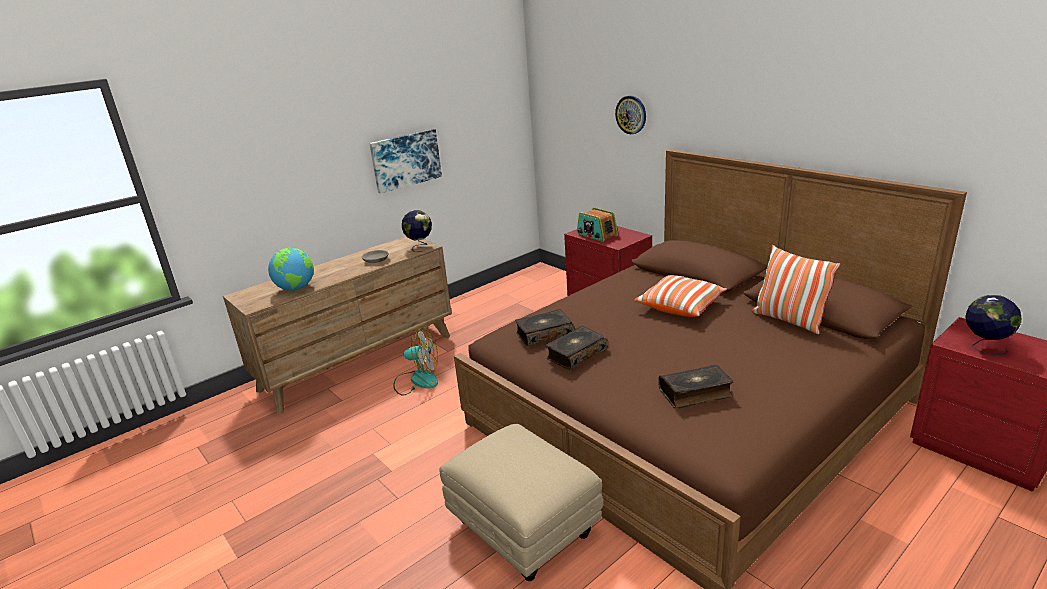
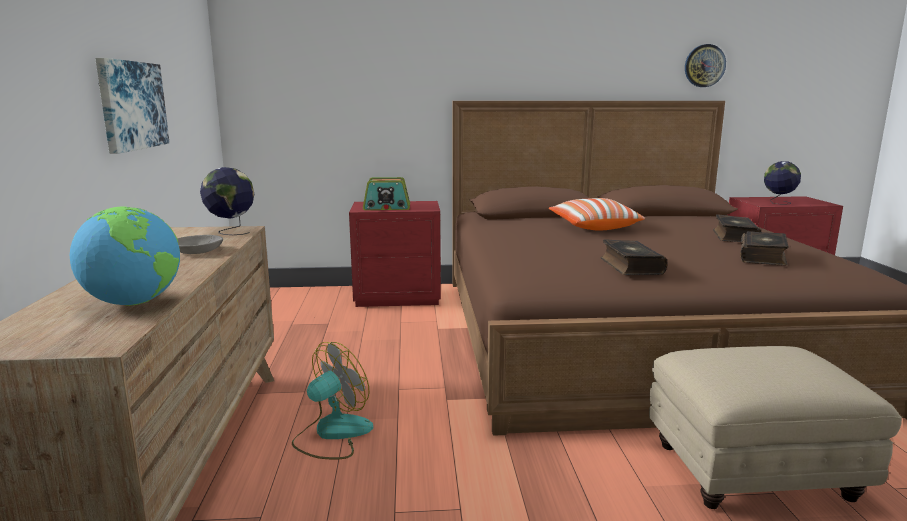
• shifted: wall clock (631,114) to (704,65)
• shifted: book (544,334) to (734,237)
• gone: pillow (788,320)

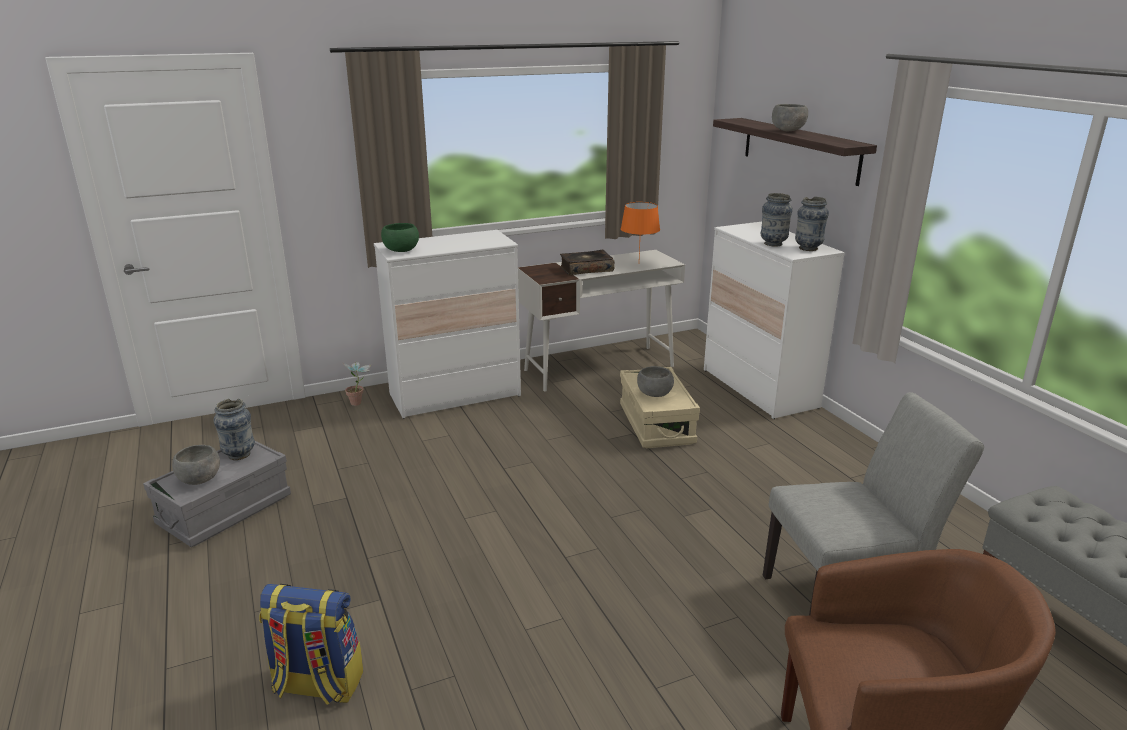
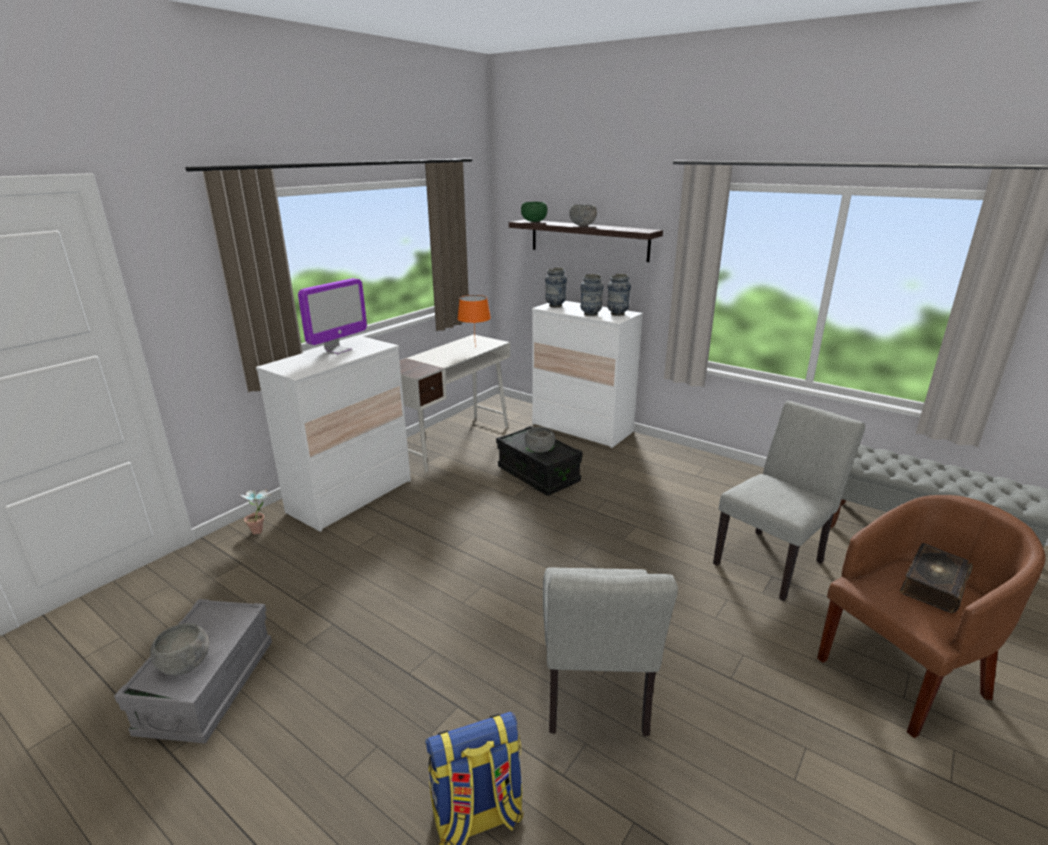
• new: monitor (338,350)
• repainted: storage box/beige (656,424) to storage box/black (538,475)
• shifted: bowl/green (401,251) to (534,221)
• new: chair/grey (595,697)
• shifted: vase (239,454) to (555,305)
• shifted: book (586,269) to (932,585)

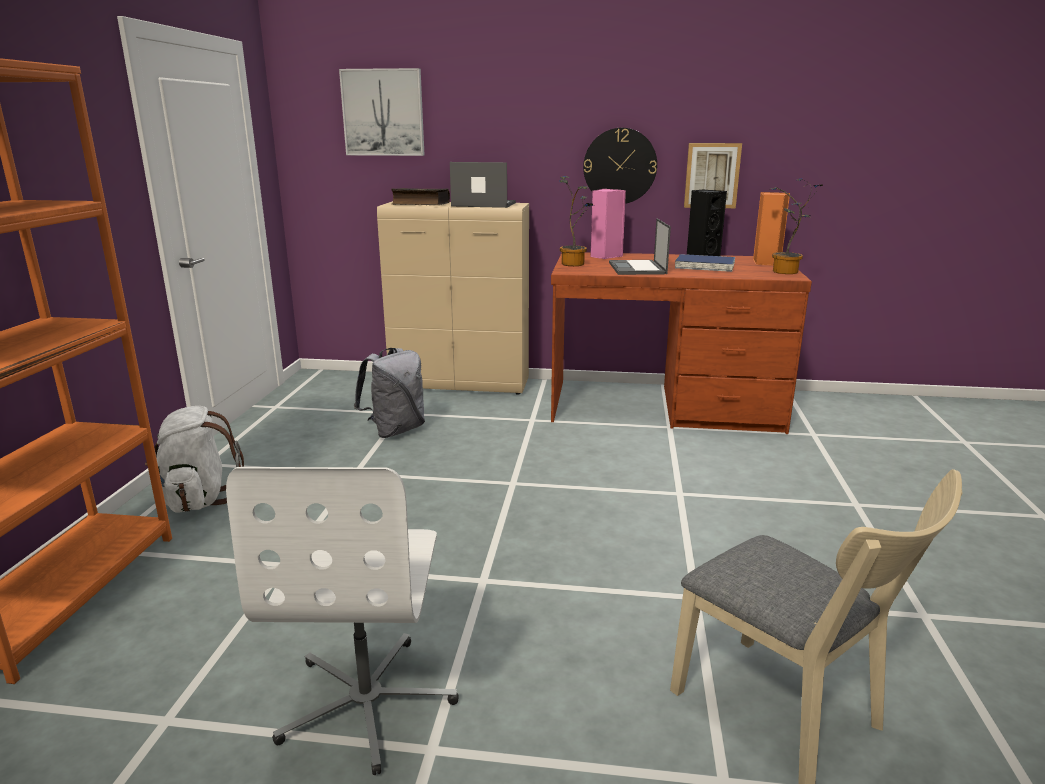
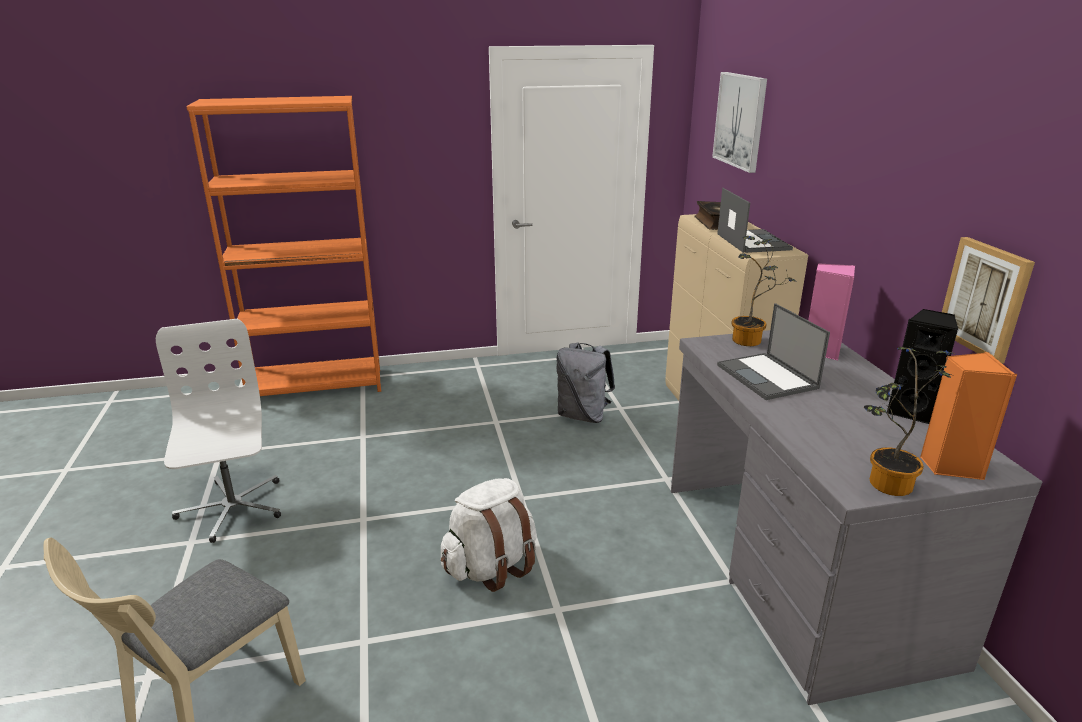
• rotated: office chair/white (368,701) = (232,508) 90 degrees clockwise
• shifted: backpack/white (198,499) to (491,567)
• repainted: desk/brown (664,406) to desk/grey (796,568)
• rotated: laptop (637,268) = (768,377) 90 degrees counterclockwise
• gone: wall clock (620,166)
• gone: book/blue (704,266)

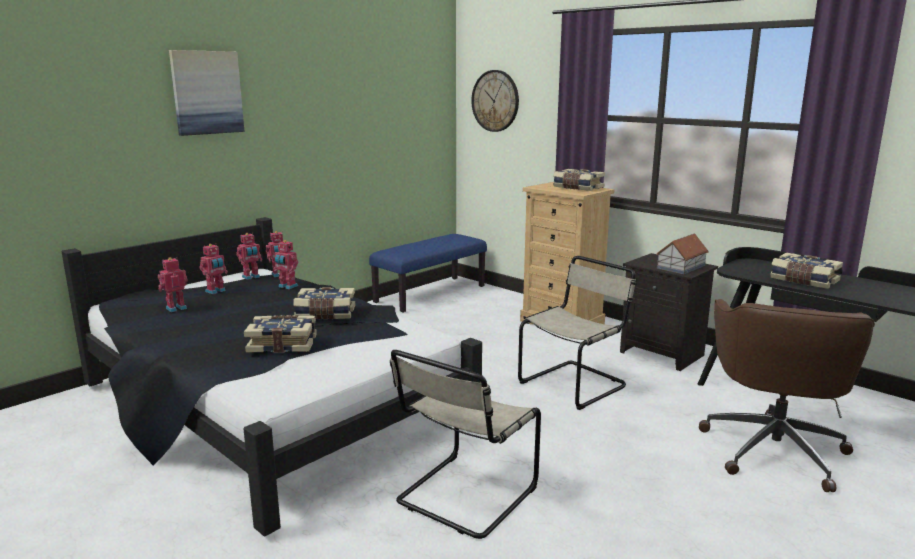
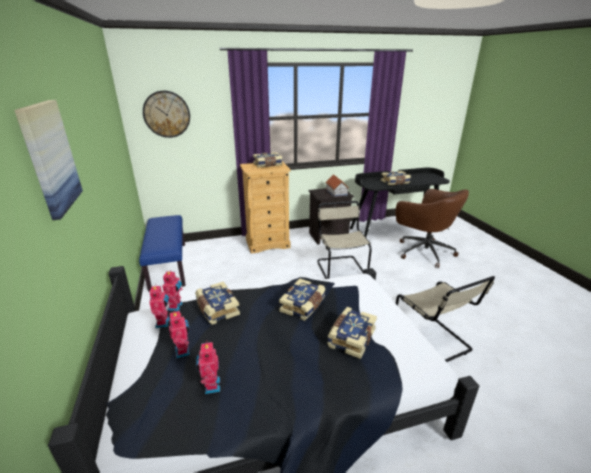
• swapped: toy robot (287,286) to book (217,309)

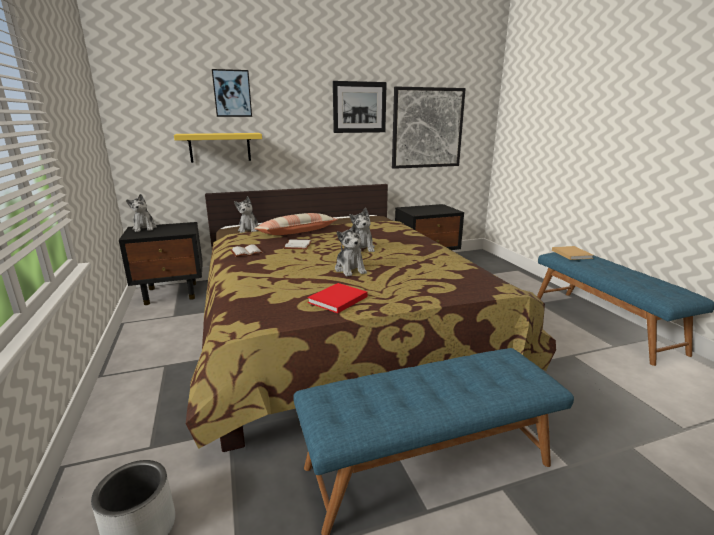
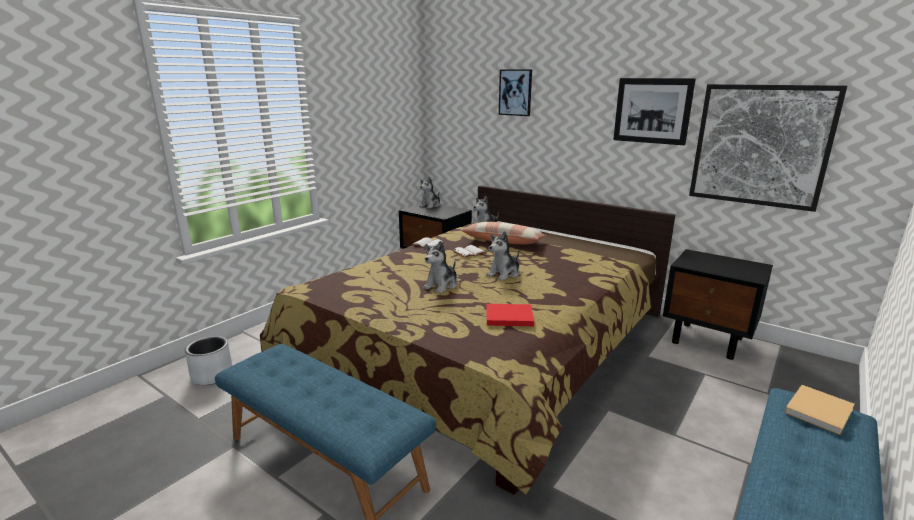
• shifted: book/red (336,300) to (507,317)
• gone: shelf/yellow (220,147)

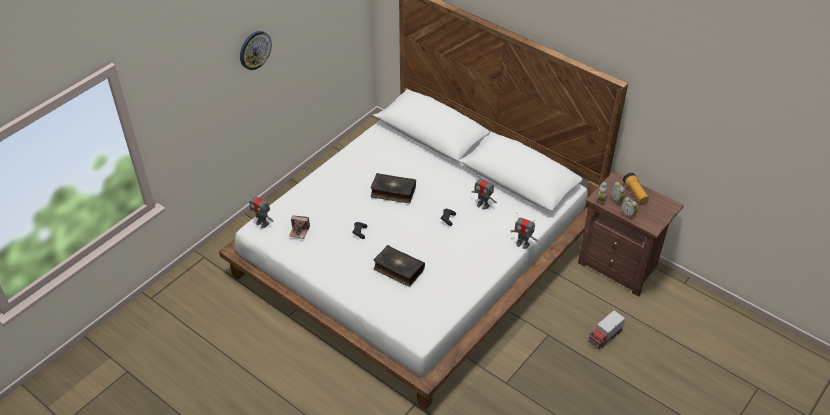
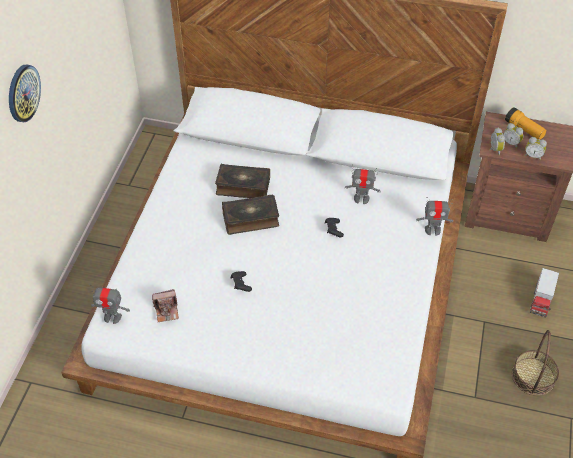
• shifted: book (398,269) to (243,186)
• new: basket (533,376)

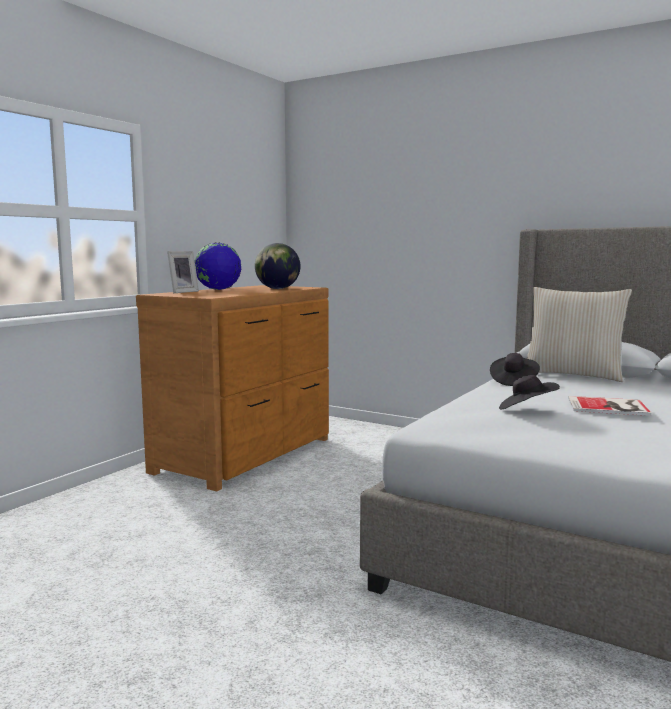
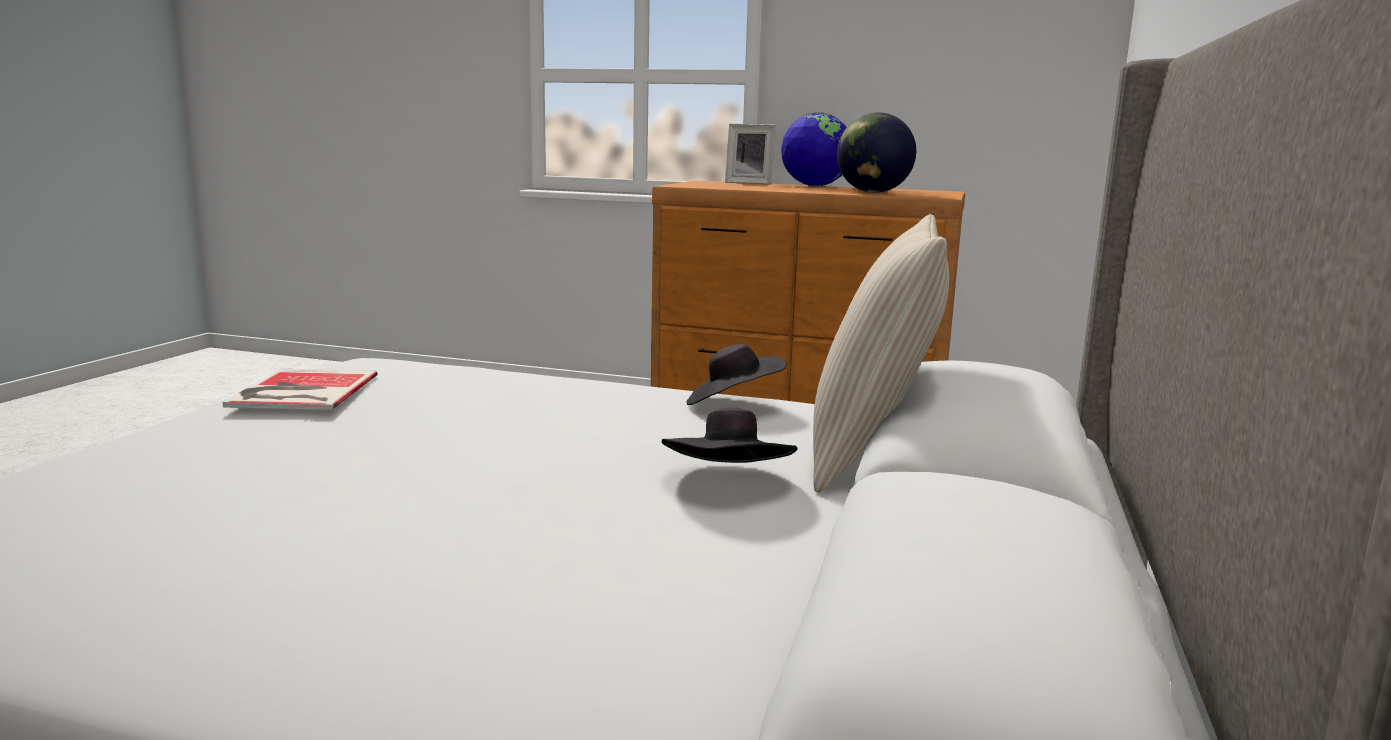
• shifted: book (609,407) to (300,391)
• shifted: hat/black (526,410) to (729,483)

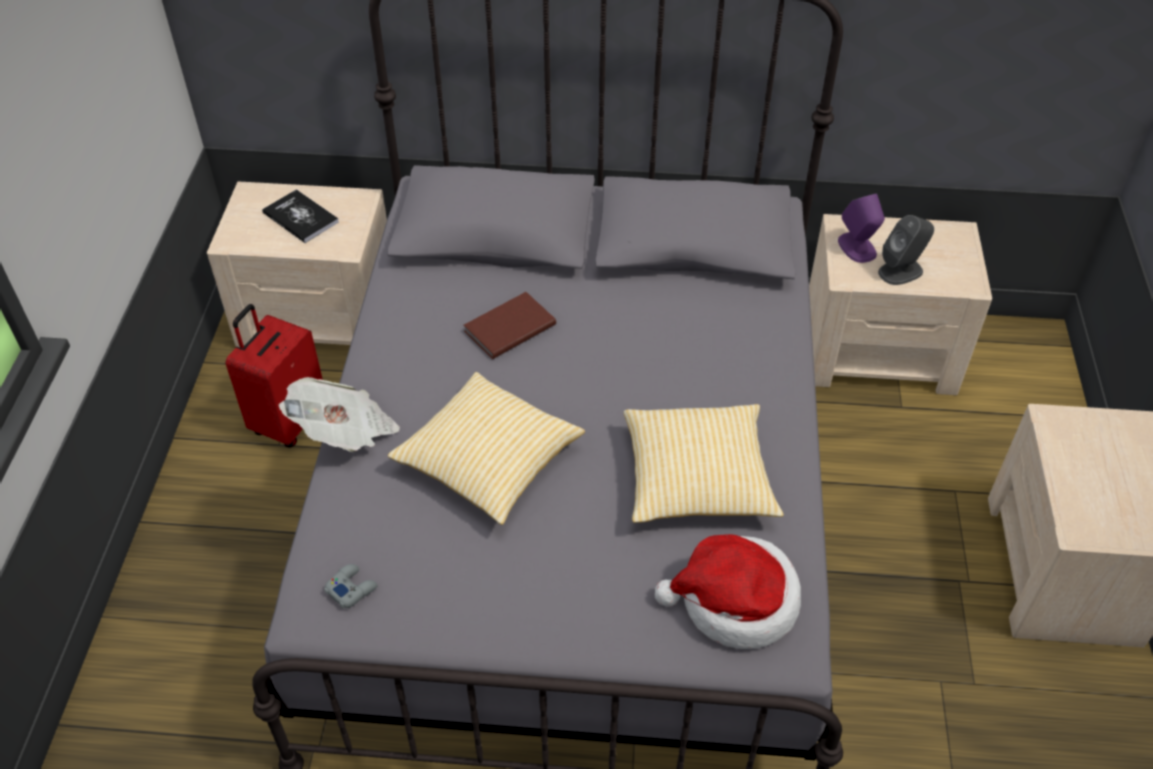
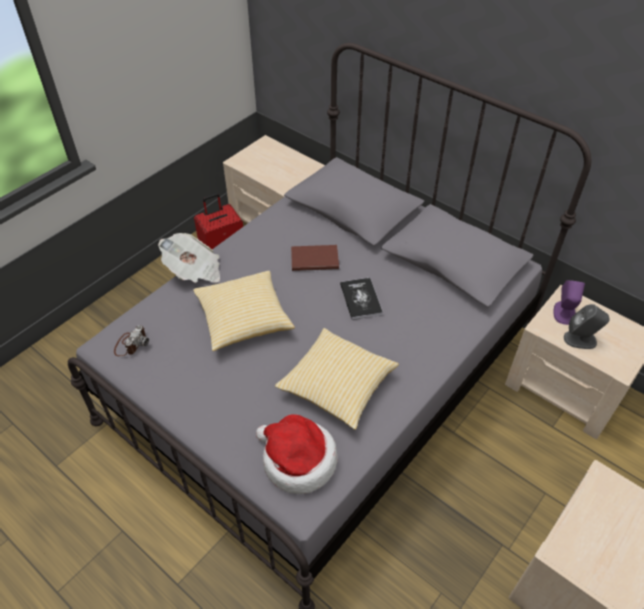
• swapped: game controller/grey (351,588) to photo camera (131,344)
• shifted: book (300,217) to (360,299)

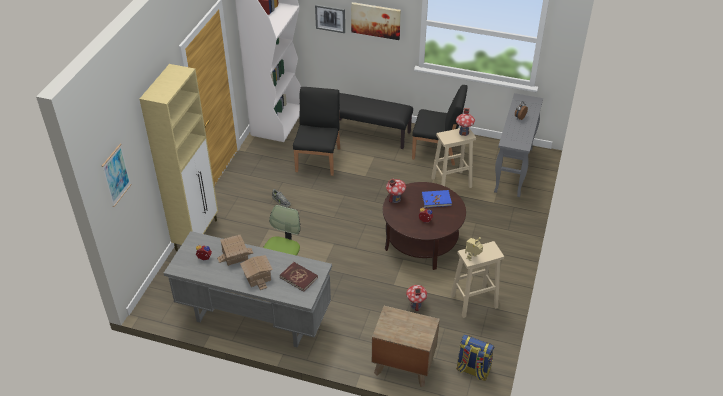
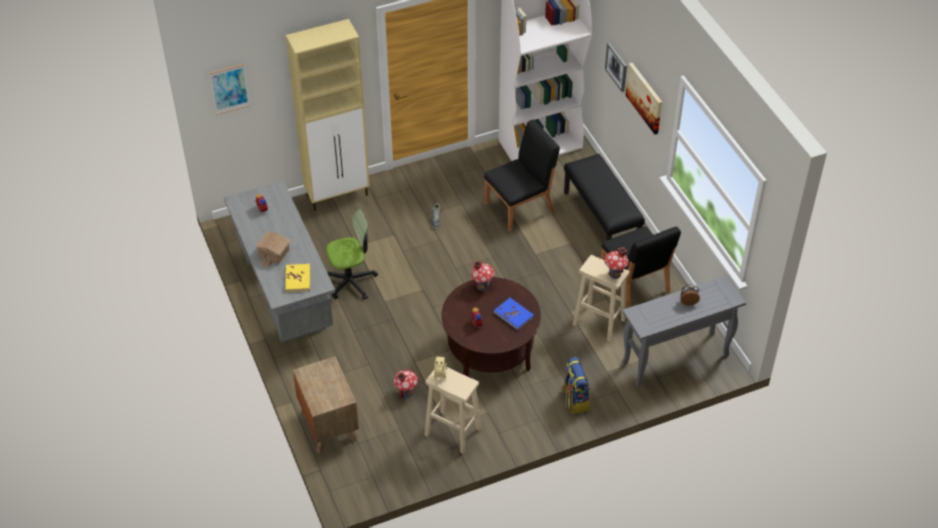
• repainted: book/red (299,277) to book/yellow (298,279)
• shifted: backpack (472,370) to (574,399)
• gone: toy house (235,256)

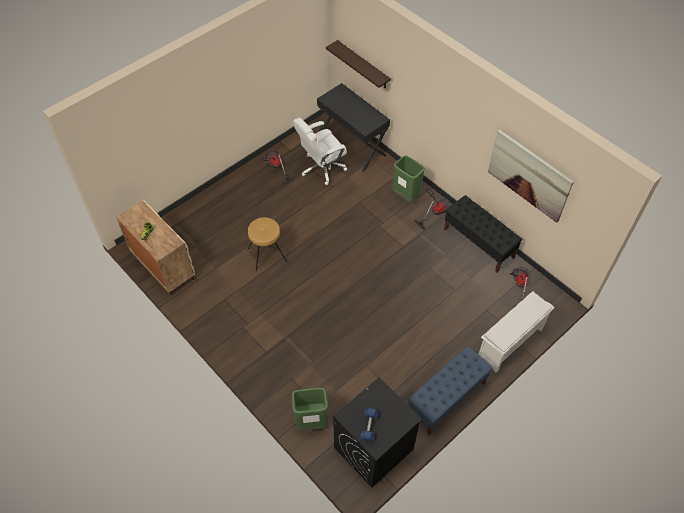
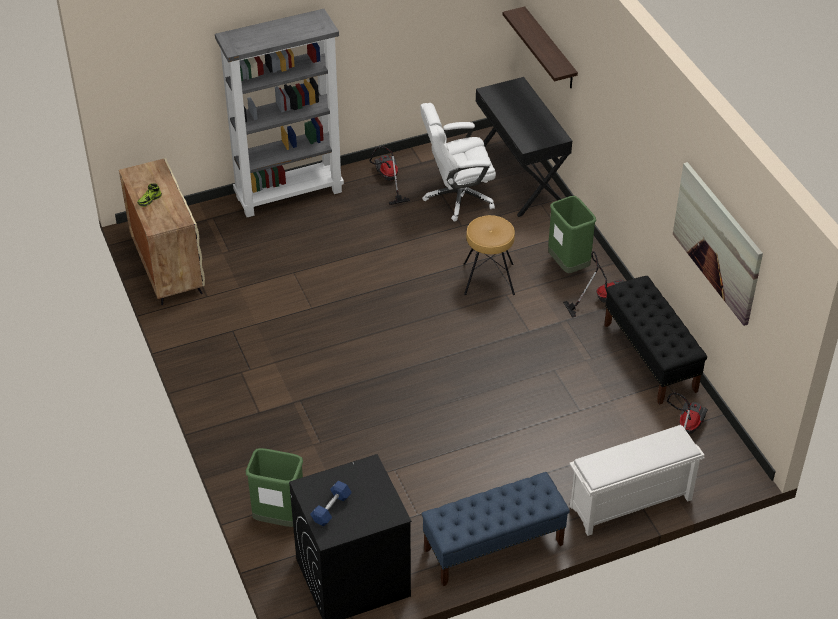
• new: bookcase/grey (289,194)
• shifted: stool/brown (267,254) to (488,278)

